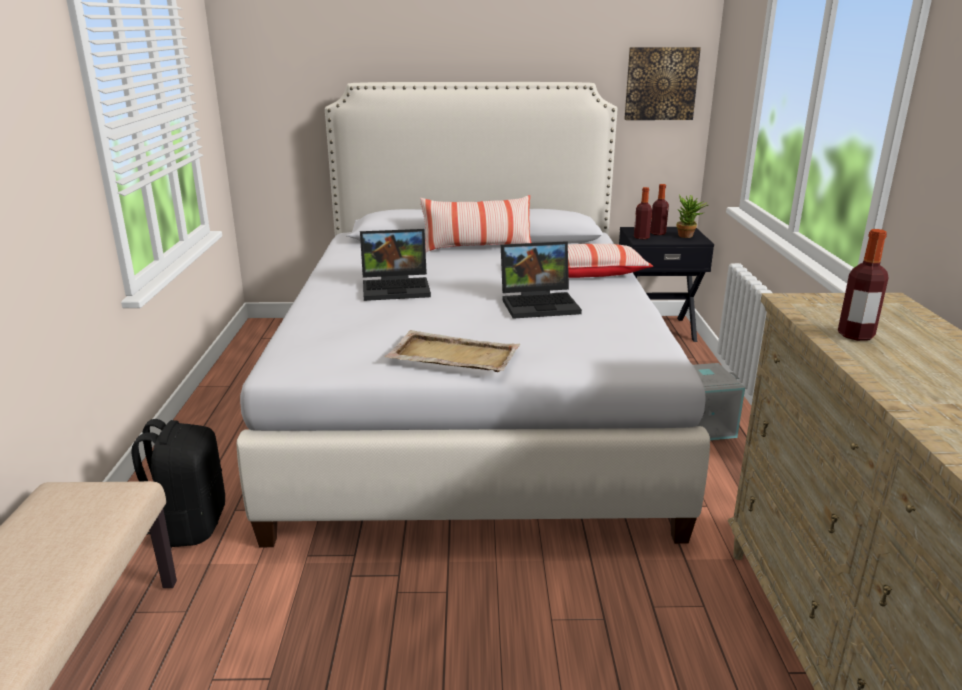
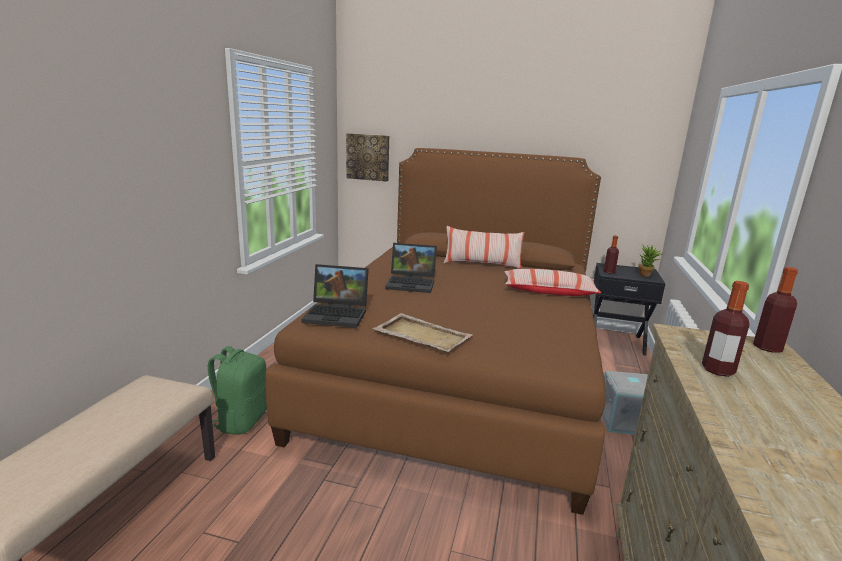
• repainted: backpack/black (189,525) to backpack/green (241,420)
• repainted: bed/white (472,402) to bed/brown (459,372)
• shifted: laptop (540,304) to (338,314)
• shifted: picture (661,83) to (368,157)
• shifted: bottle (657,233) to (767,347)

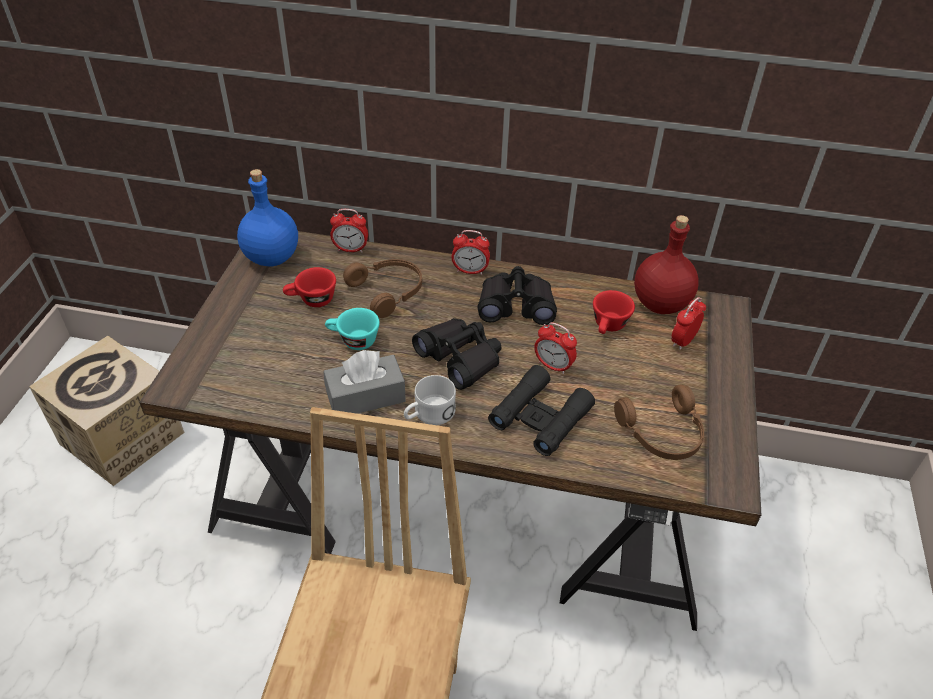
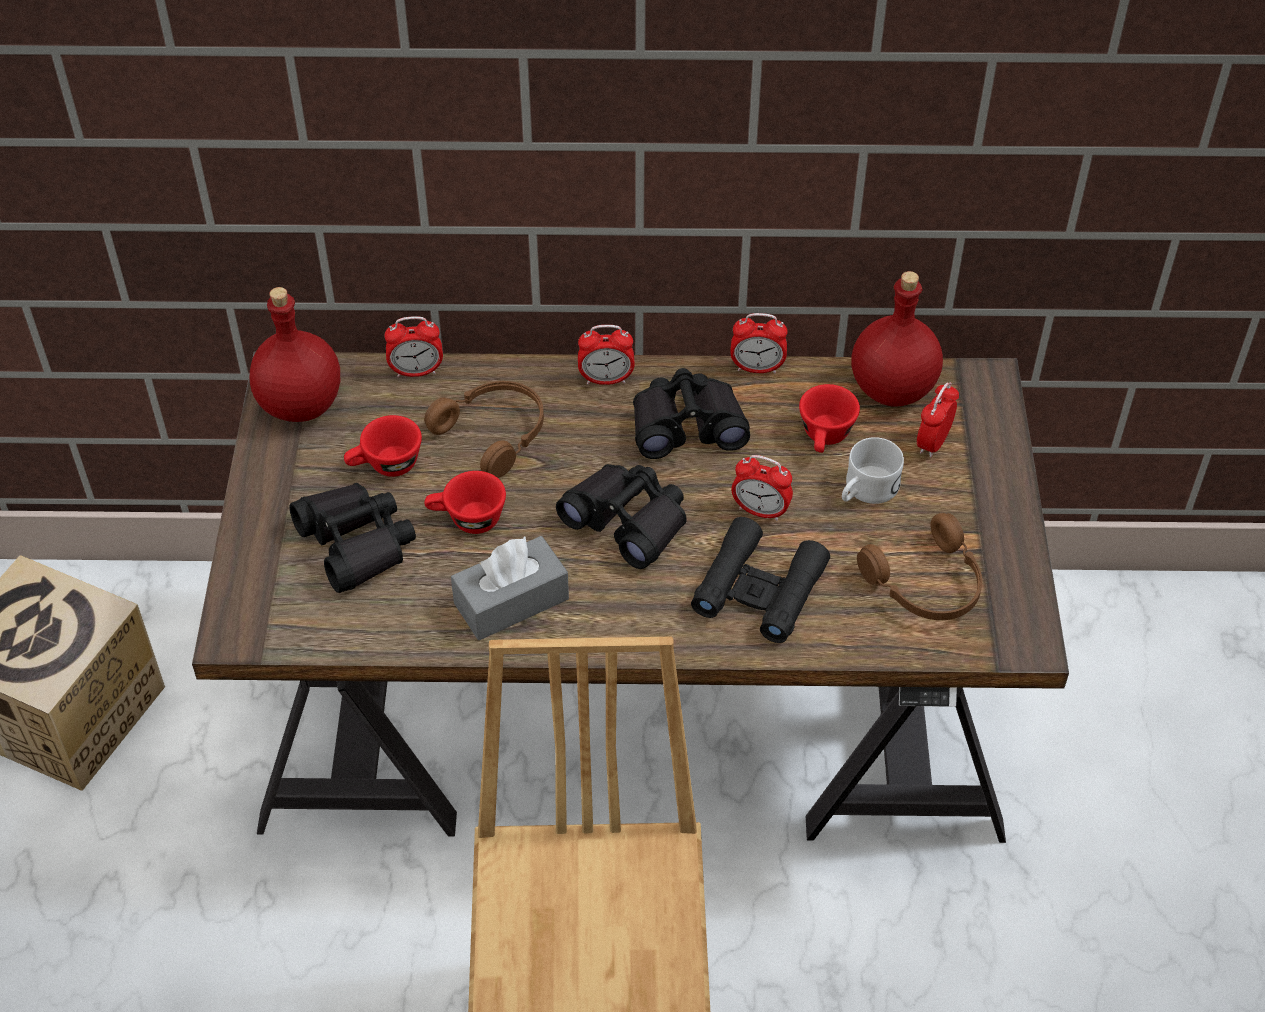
• repainted: bottle/blue (271,257) to bottle/red (299,404)
• new: binoculars/black (356,544)
• repainted: cup/turquoise (353,341) to cup/red (467,520)
• new: alarm clock (757,368)
• shifted: mug/white (428,414) to (865,491)

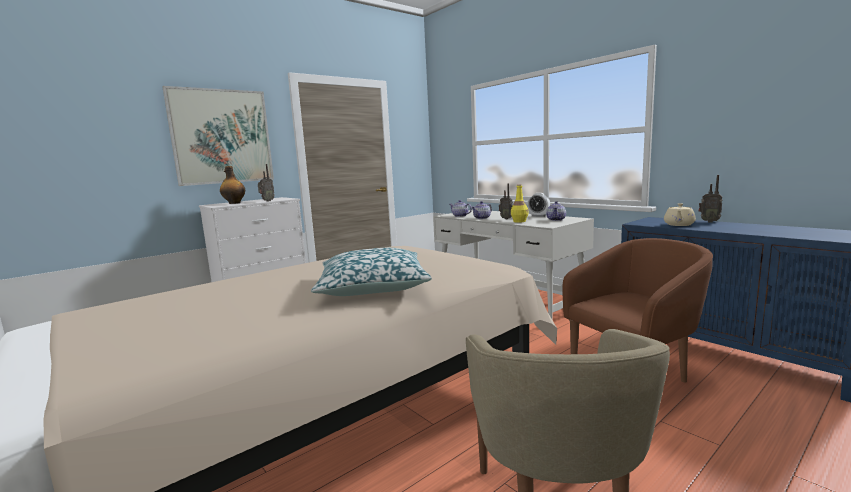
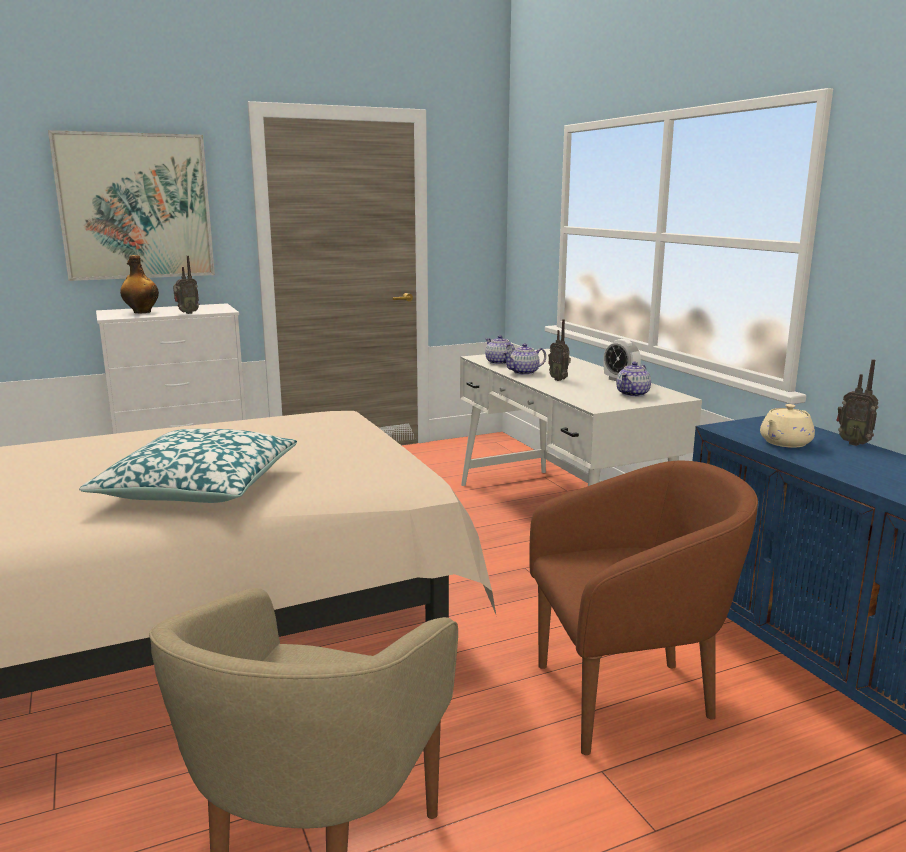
• gone: bottle/yellow (519,221)

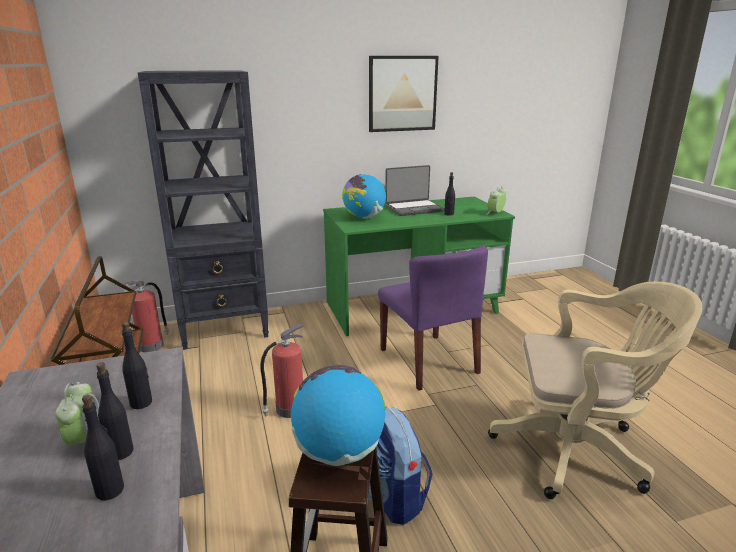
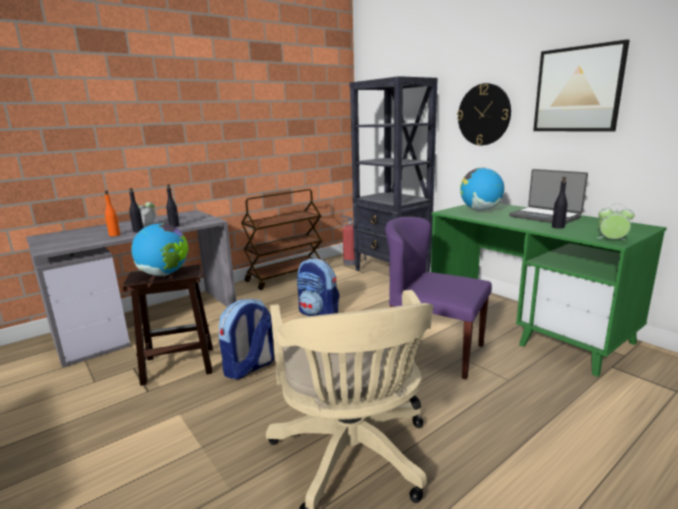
• repainted: bottle/black (110,490) to bottle/orange (115,235)
• swapped: fire extinguisher (288,409) to backpack (319,314)
• rotated: chair/purple (429,361) = (433,351) 75 degrees clockwise
• new: wall clock (484,114)

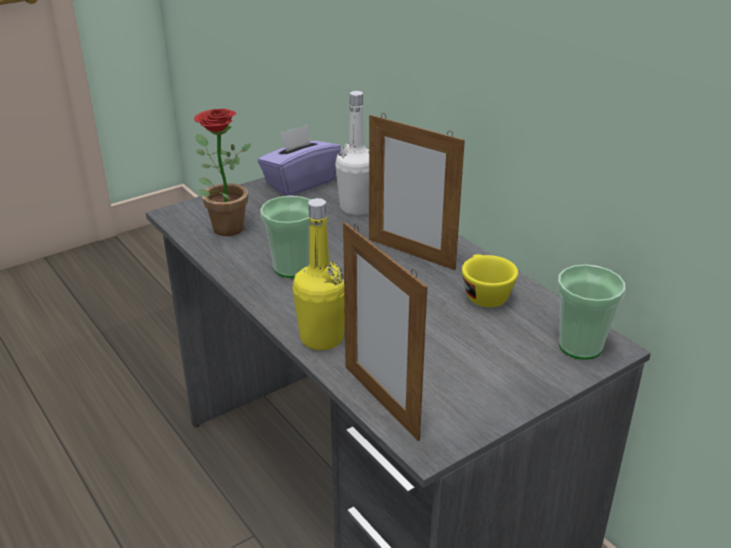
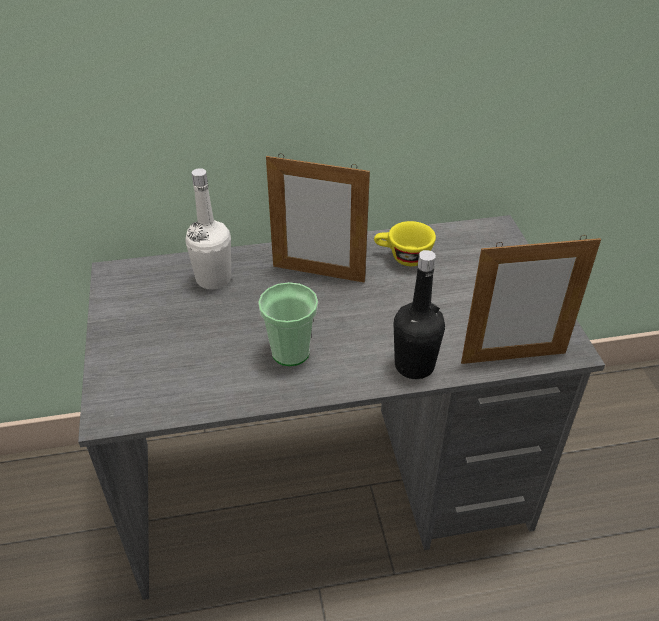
• rotated: picture frame (411,254) = (318,273) 45 degrees clockwise
• repainted: bottle/yellow (322,338) to bottle/black (414,365)
• gone: potted plant (223,226)
• gone: tissue box/purple (300,183)
• gone: cup (580,346)

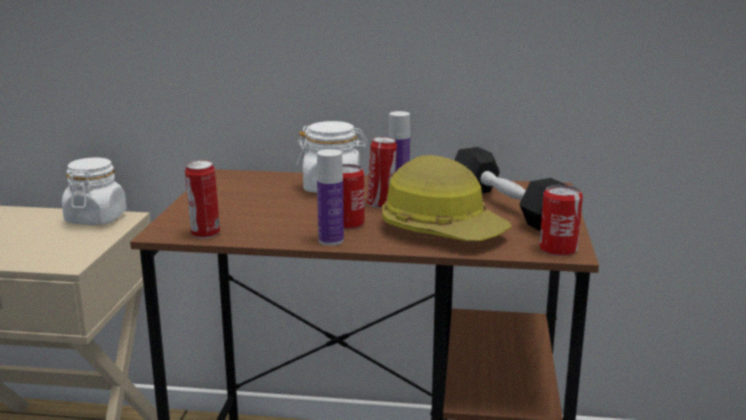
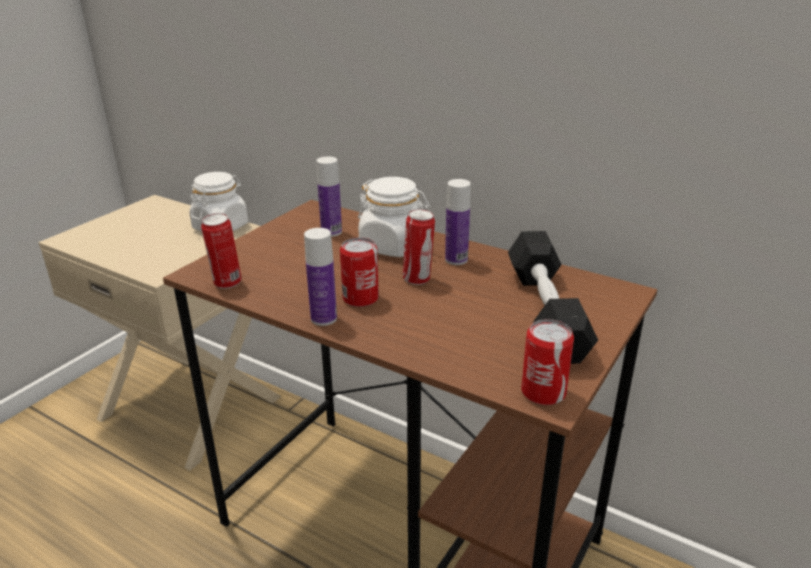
• new: bottle (331,232)
• gone: hard hat (442,229)

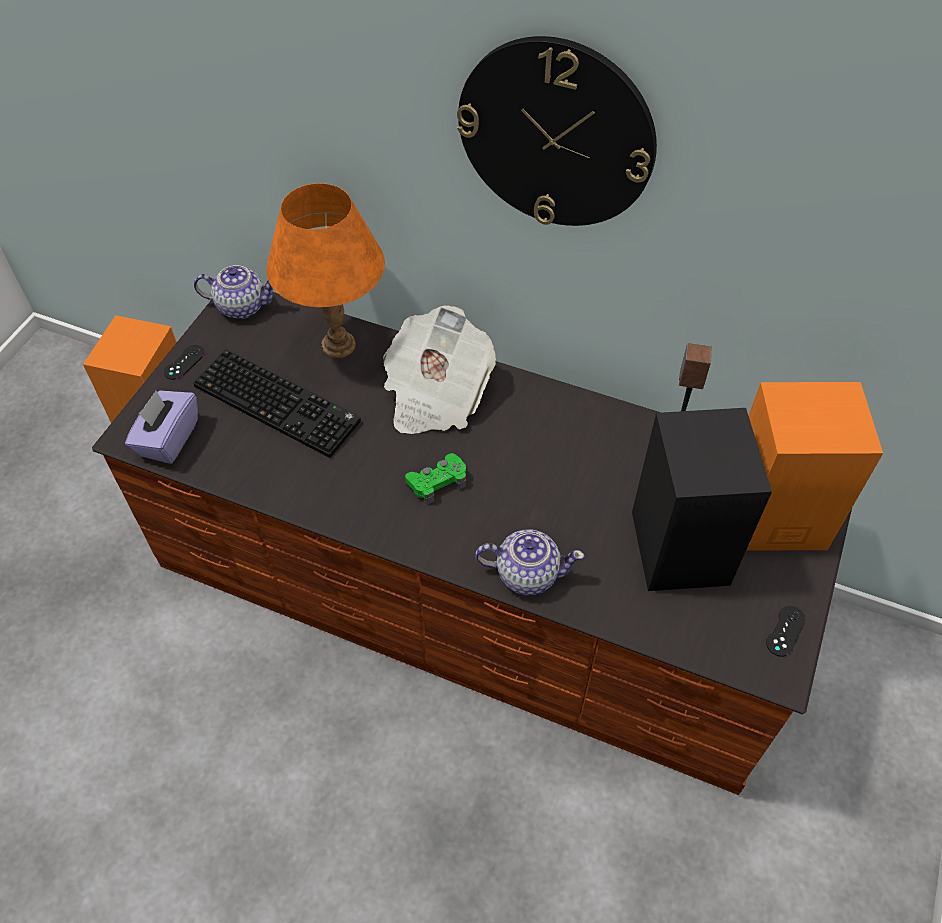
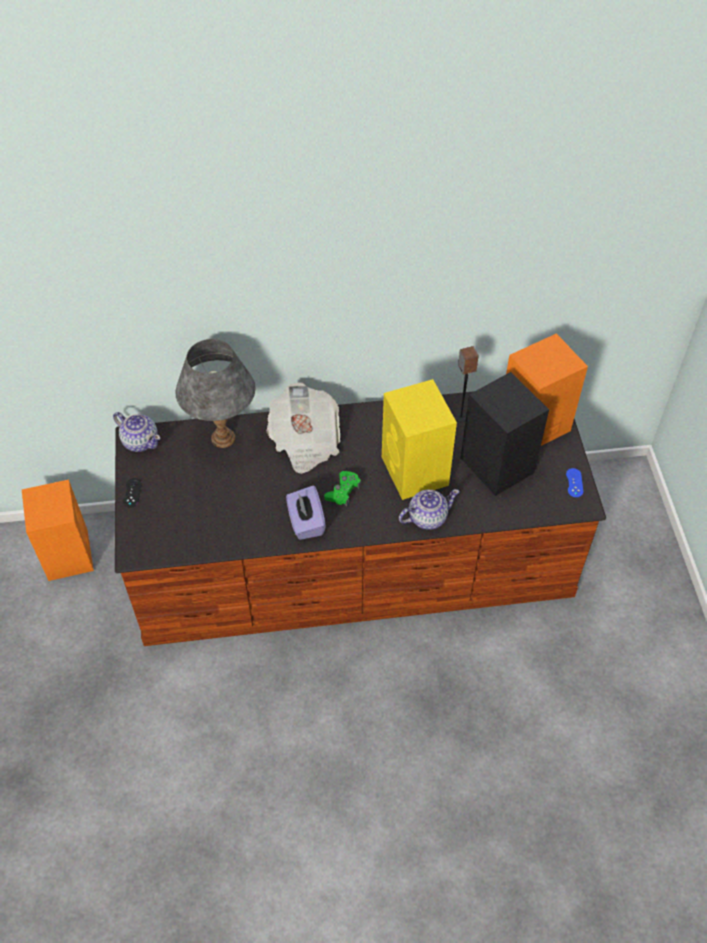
• rotated: teapot (241,306) = (140,441) 60 degrees clockwise
• repainted: table lamp/orange (338,345) to table lamp/grey (223,438)
• shifted: tissue box/purple (168,439) to (306,522)
• new: speaker/yellow (415,472)
• repainted: game controller/black (785,631) to game controller/blue (574,483)
• gone: keyboard (280,403)
• gone: wall clock (556,135)

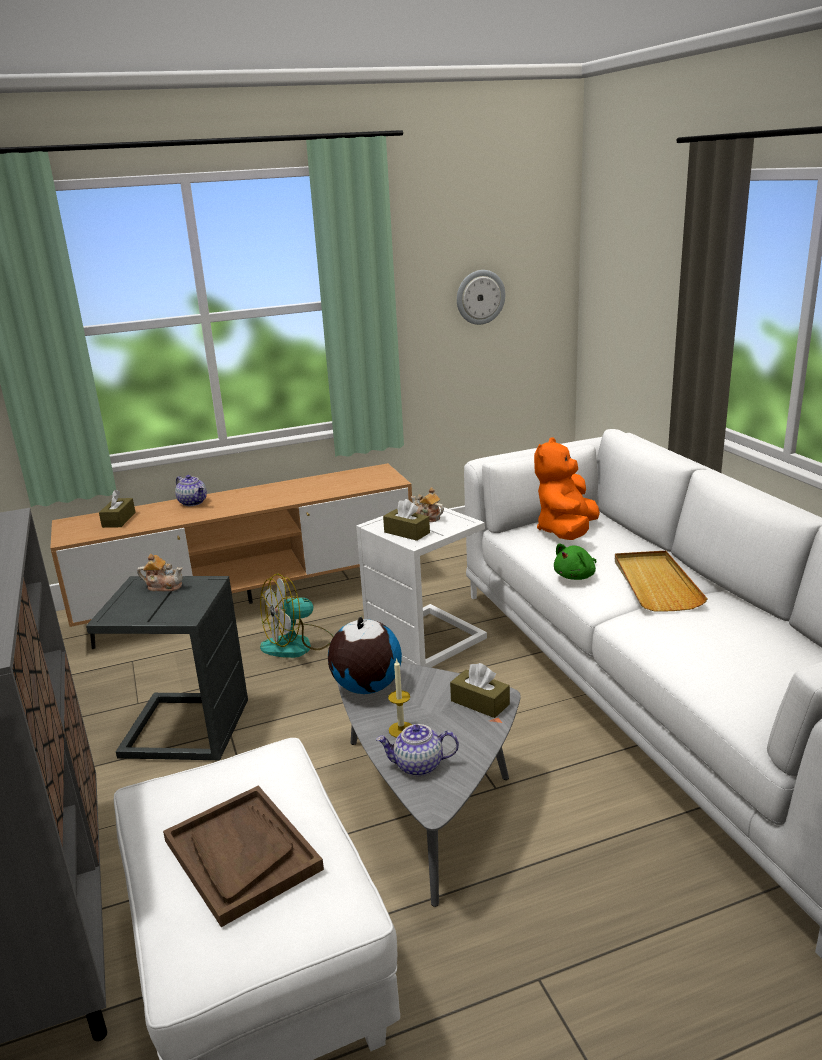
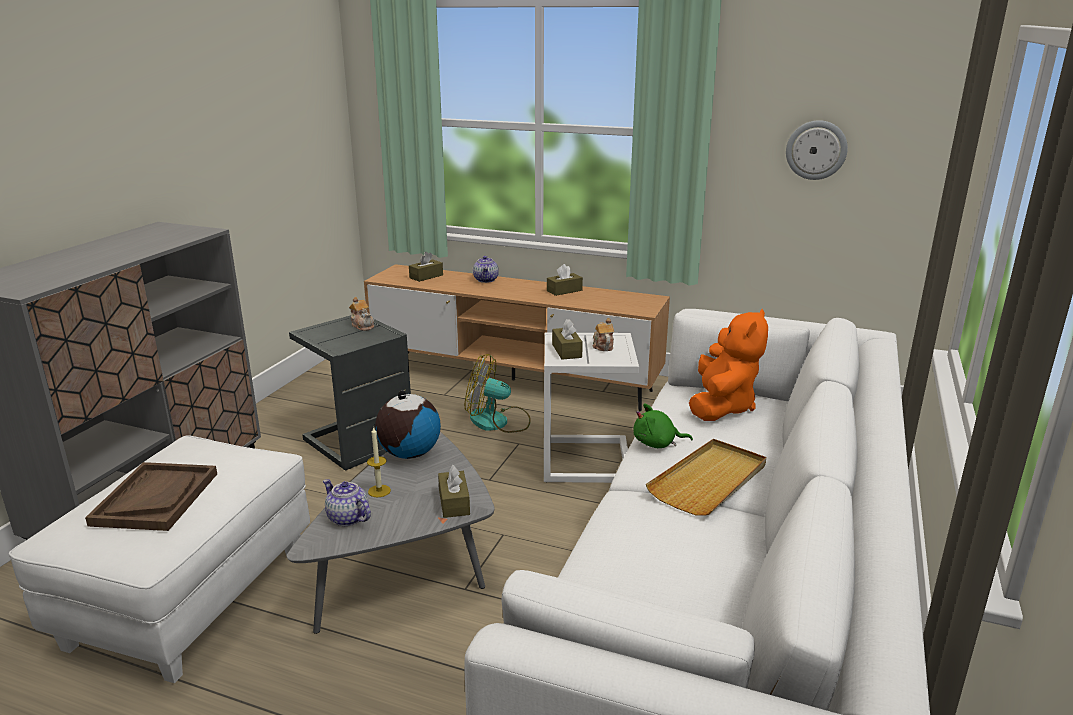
• new: tissue box/brown (564,290)
• rotated: plush toy/orange (566,532) = (721,406) 135 degrees clockwise

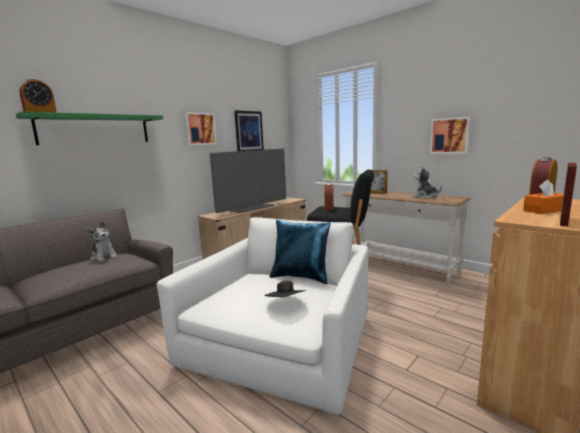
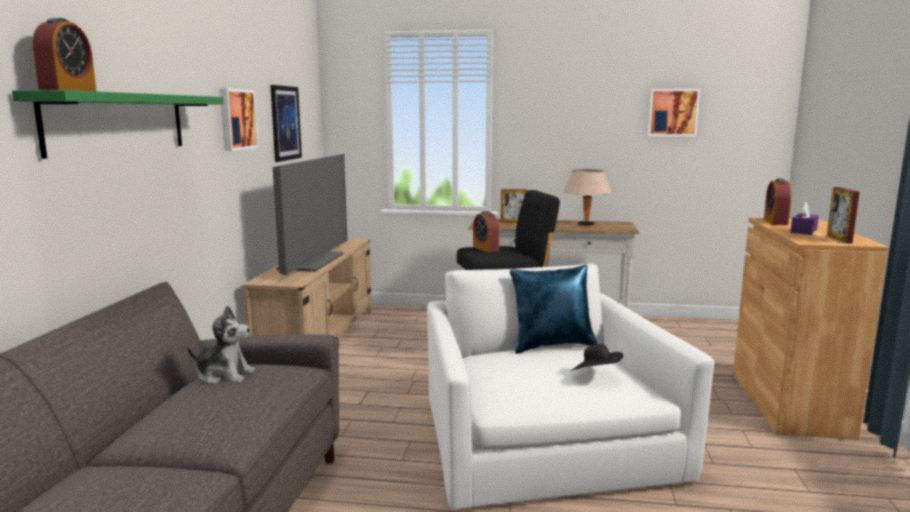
• swapped: plush toy (425,197) to table lamp/beige (586,224)
• shifted: picture (450,135) to (672,112)
• repainted: tissue box/orange (545,210) to tissue box/purple (803,231)

